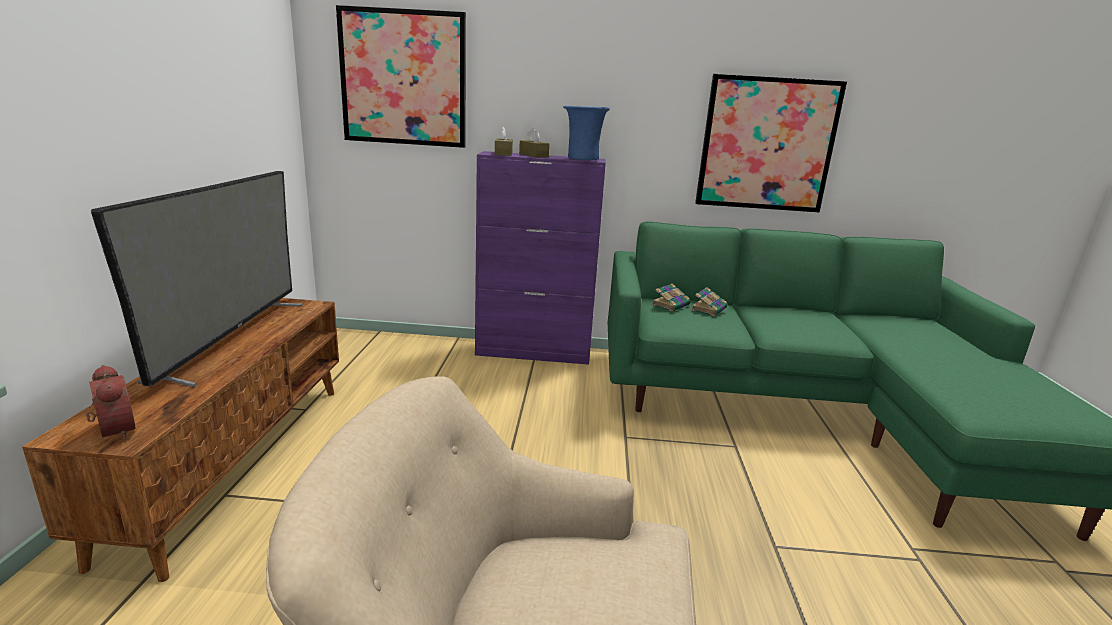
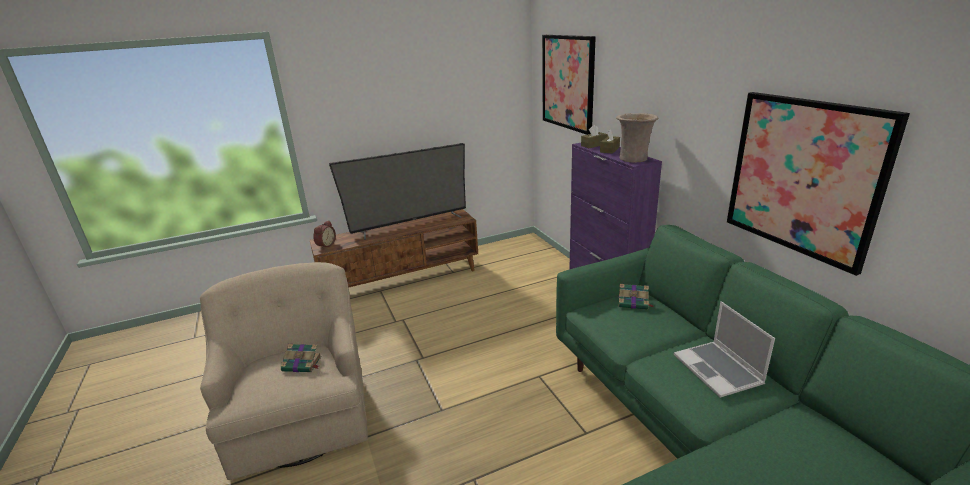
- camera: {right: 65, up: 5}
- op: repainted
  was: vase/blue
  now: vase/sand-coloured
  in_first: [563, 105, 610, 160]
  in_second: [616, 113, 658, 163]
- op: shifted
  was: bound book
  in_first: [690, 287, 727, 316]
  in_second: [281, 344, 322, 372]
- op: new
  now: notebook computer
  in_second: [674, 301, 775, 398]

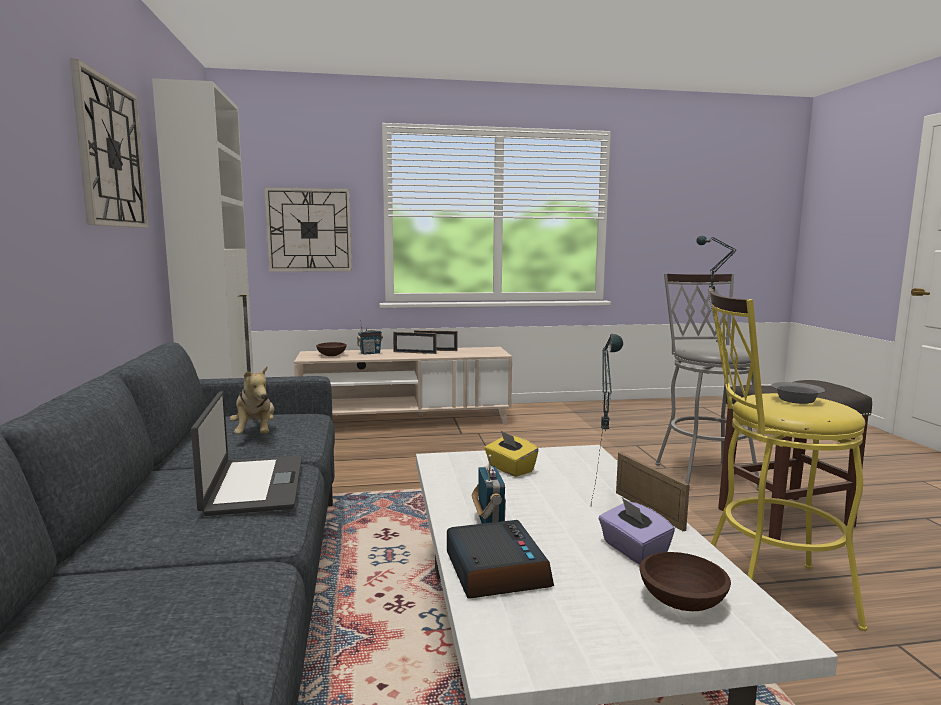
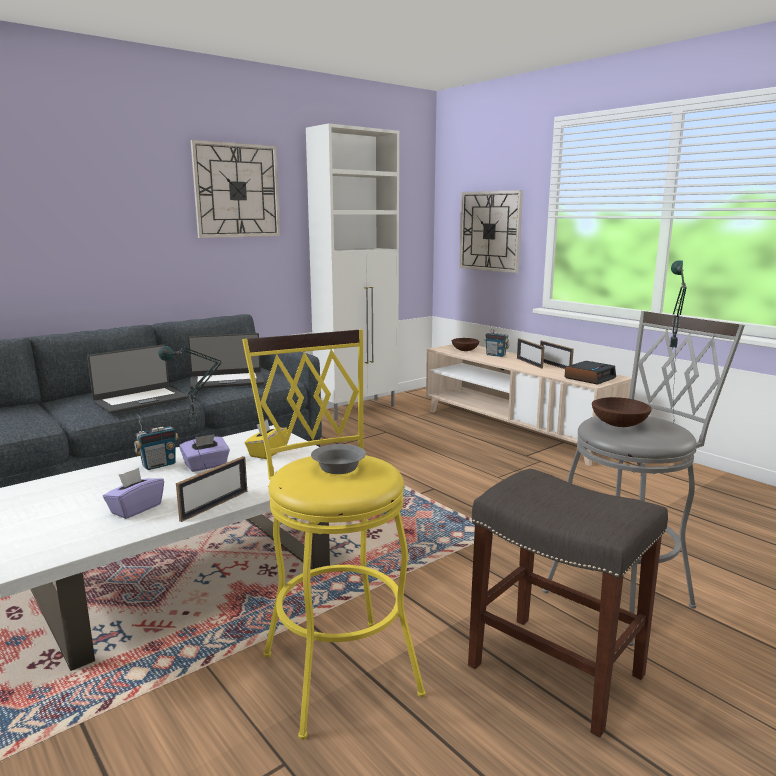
- camera: {right: 60, up: 5}
- op: swapped
  was: cuddly toy
  now: notebook computer
  in_first: [230, 366, 274, 434]
  in_second: [188, 333, 264, 389]
- op: shifted
  was: table clock
  in_first: [447, 520, 554, 598]
  in_second: [565, 361, 616, 385]
- op: shifted
  was: deep dish/brownish
  in_first: [639, 552, 731, 611]
  in_second: [592, 397, 652, 427]
- op: new
  now: tissue box/purplish
  in_second: [179, 434, 230, 472]

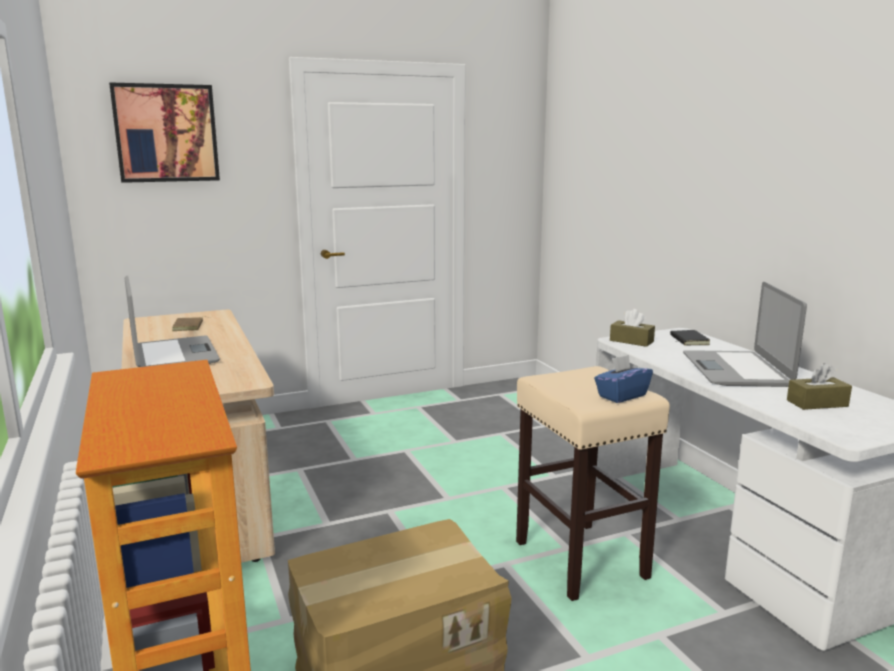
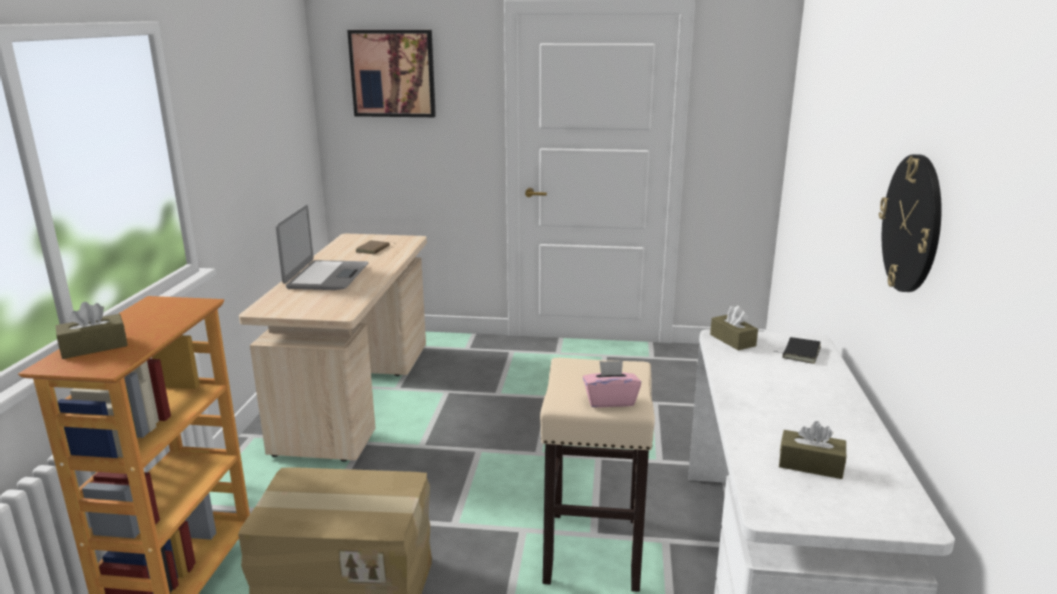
- camera: {right: 30, up: 5}
- op: repainted
  was: tissue box/blue
  now: tissue box/pink
  in_first: [594, 355, 653, 403]
  in_second: [583, 361, 641, 408]
- op: gone
  was: notebook computer
  in_first: [683, 282, 807, 387]
- op: new
  now: tissue box/brownish
  in_second: [55, 302, 128, 359]
- op: new
  now: wall clock
  in_second: [879, 154, 942, 292]

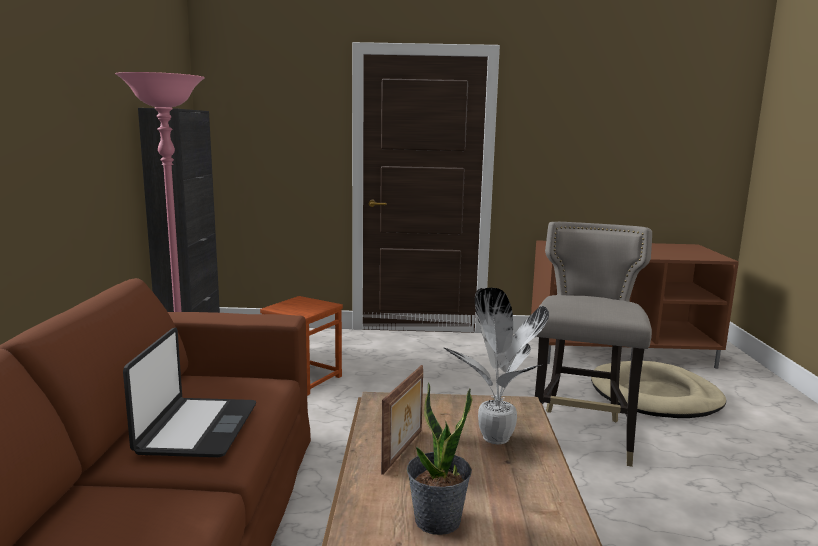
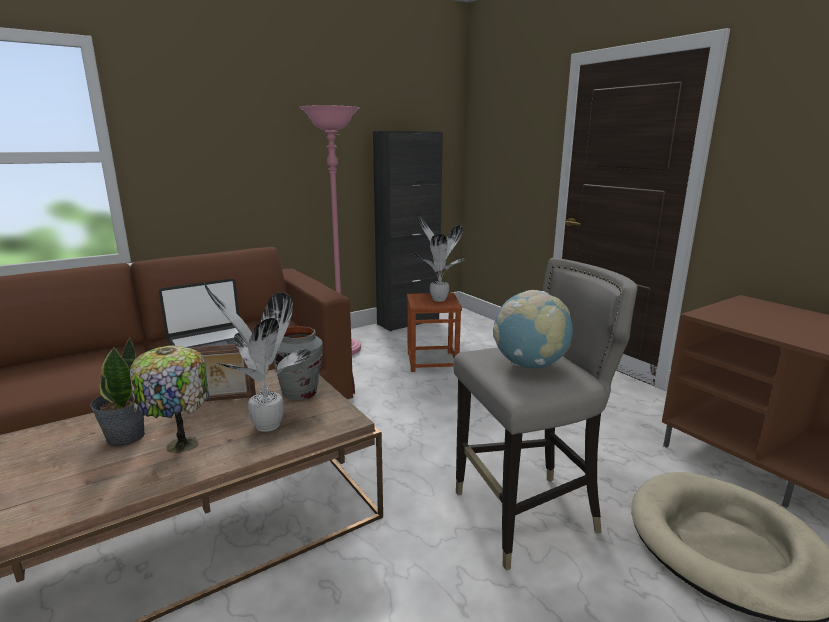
- camera: {right: 55, up: 5}
- op: new
  now: lamp for a table
  in_second: [130, 345, 209, 453]
- op: new
  now: vase/grey
  in_second: [274, 326, 323, 400]
- op: new
  now: potted plant
  in_second: [414, 214, 464, 302]
- op: new
  now: desk globe
  in_second: [493, 290, 573, 368]

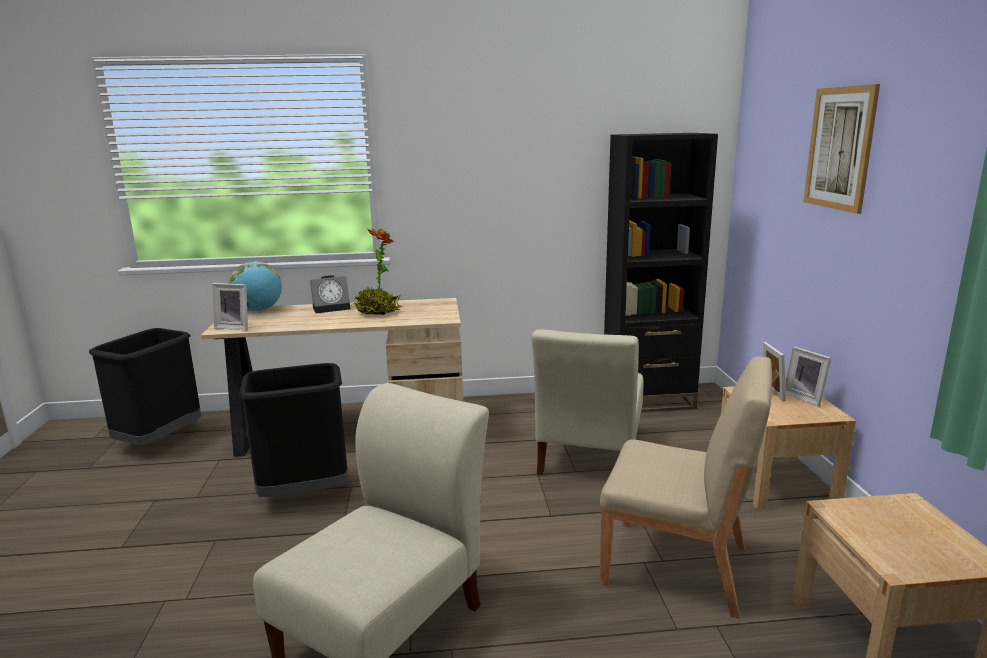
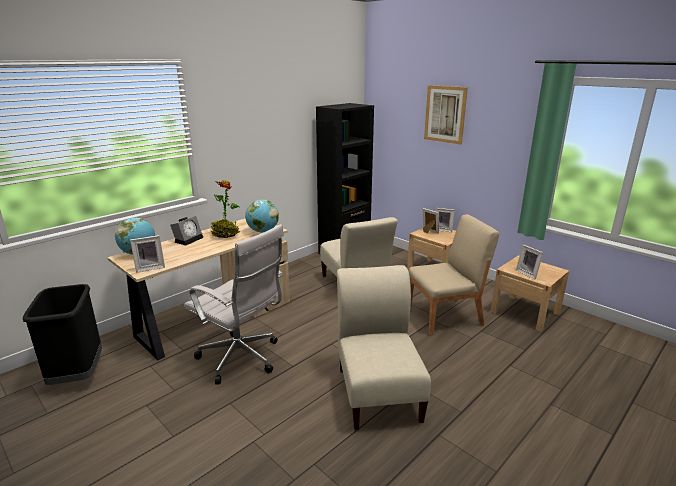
- camera: {right: -40, up: 5}
- op: swapped
  was: trash can/black
  now: office chair/white-coloured
  in_first: [239, 363, 348, 497]
  in_second: [184, 224, 284, 384]
- op: new
  now: desk globe
  in_second: [245, 199, 279, 233]
- op: new
  now: photo frame
  in_second: [516, 244, 543, 280]

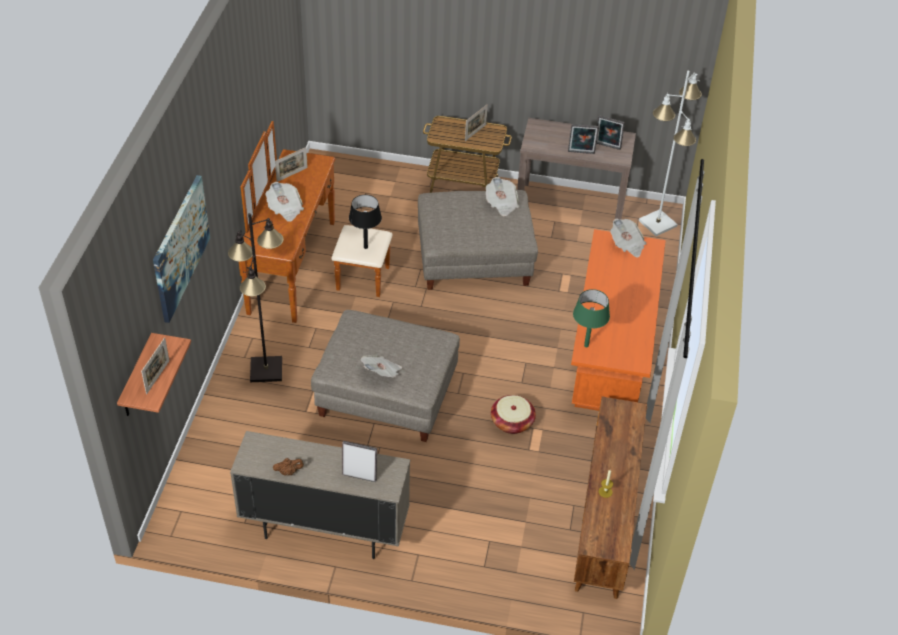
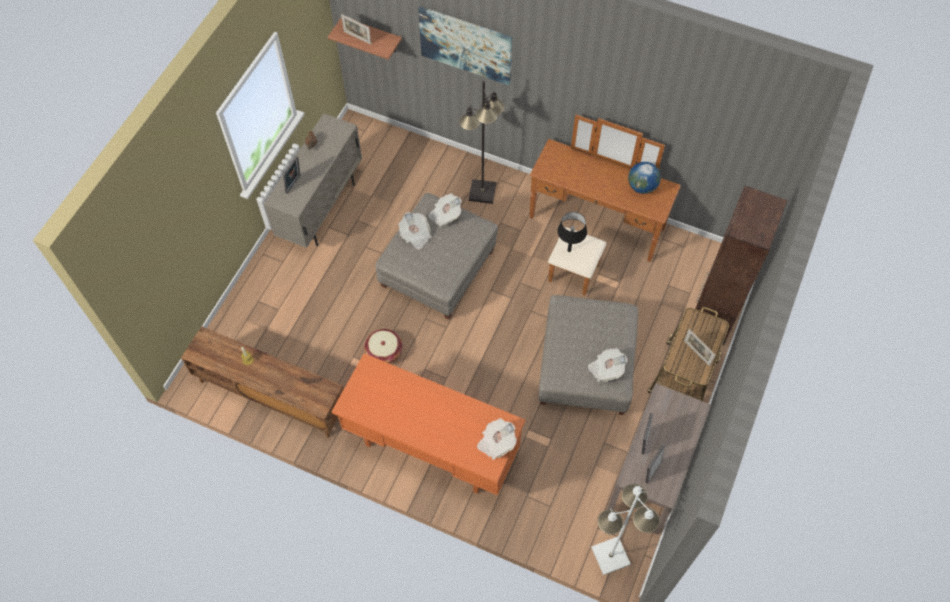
- camera: {right: 105, up: 15}
- op: shifted
  was: printed paper
  in_first: [265, 182, 304, 222]
  in_second: [428, 193, 462, 227]
- op: swapped
  was: photo frame
  now: desk globe
  in_first: [275, 147, 308, 182]
  in_second: [628, 162, 661, 194]
- op: gone
  was: lamp for a table/greenish
  in_first: [573, 289, 610, 347]
- op: new
  now: shelving unit/brownish
  in_second: [689, 186, 788, 346]

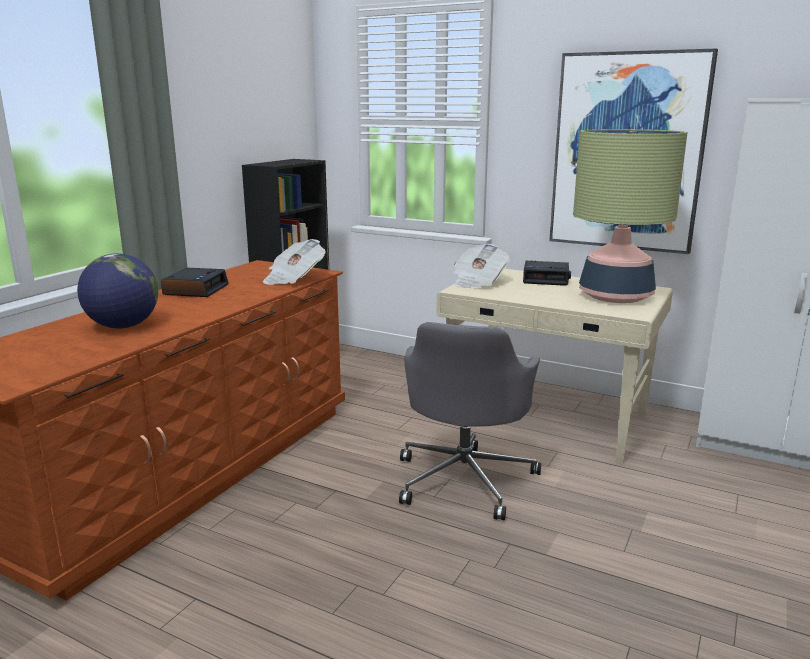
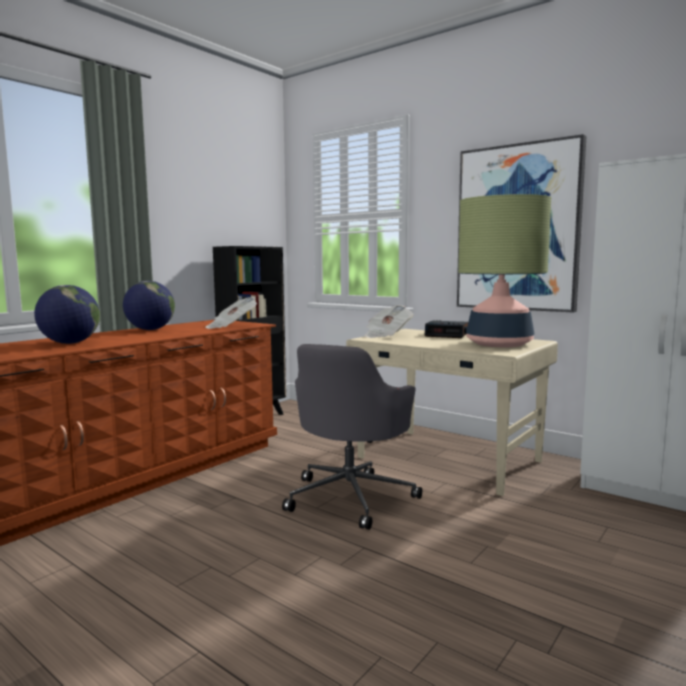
- camera: {right: 10, up: -10}
- op: swapped
  was: table clock
  now: desk globe
  in_first: [161, 268, 229, 297]
  in_second: [123, 281, 175, 330]

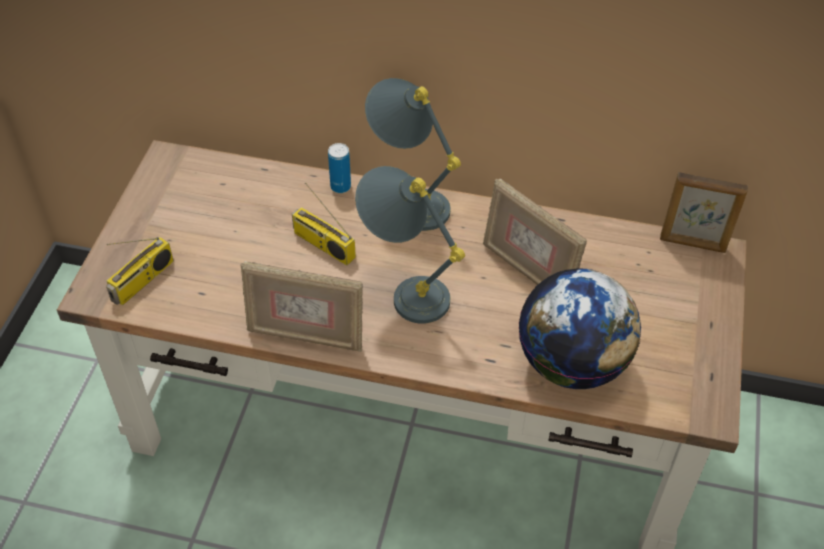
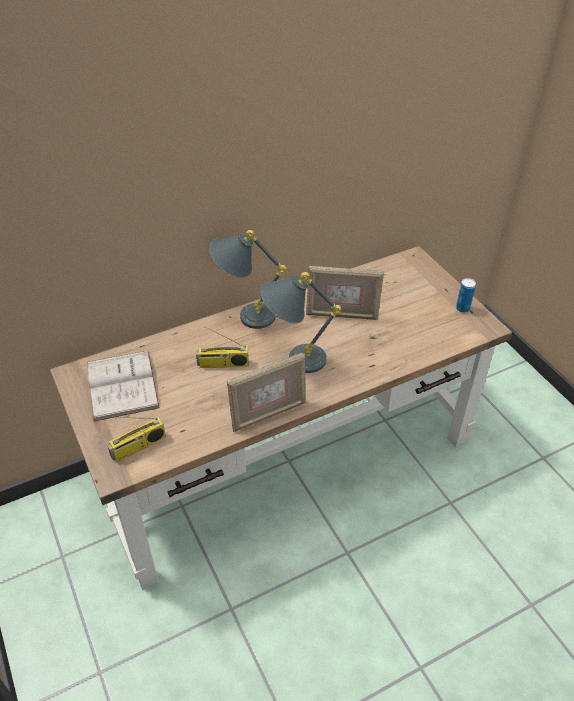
- camera: {right: -40, up: -5}
- op: rotated
  was: radio set
  in_first: [106, 237, 174, 305]
  in_second: [108, 416, 166, 462]
  clockwise: 60
- op: shifted
  was: metal can
  in_first: [328, 143, 351, 193]
  in_second: [456, 278, 476, 313]
- op: gone
  was: desk globe
  in_first: [519, 269, 641, 389]
- op: gone
  was: photo frame
  in_first: [660, 172, 748, 253]
- op: new
  now: bound book/white-coloured
  in_second: [87, 351, 160, 421]

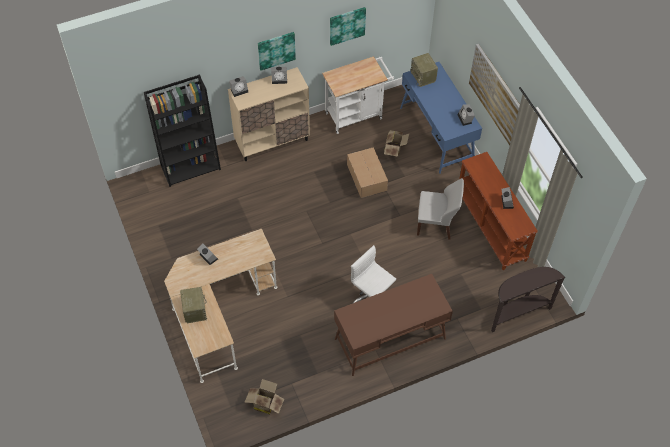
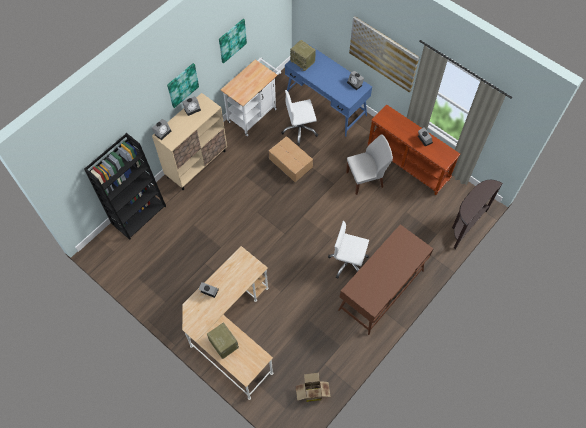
- camera: {right: -25, up: 5}
- op: swapped
  was: packing box
  now: office chair/white-coloured
  in_first: [384, 130, 409, 157]
  in_second: [281, 90, 318, 146]

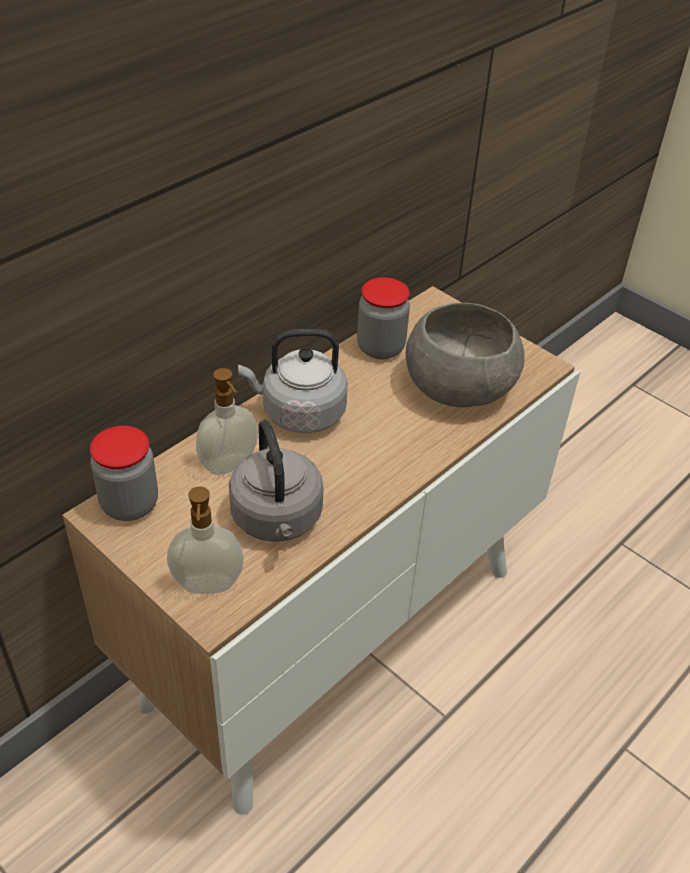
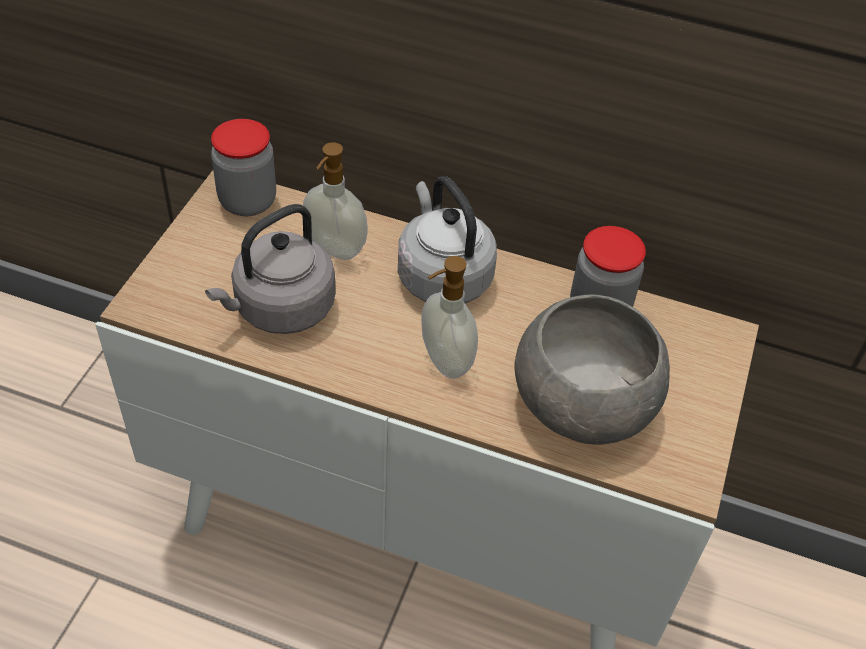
- camera: {right: 65, up: 5}
- op: shifted
  was: soap bottle
  in_first: [167, 486, 244, 594]
  in_second: [421, 256, 478, 378]

